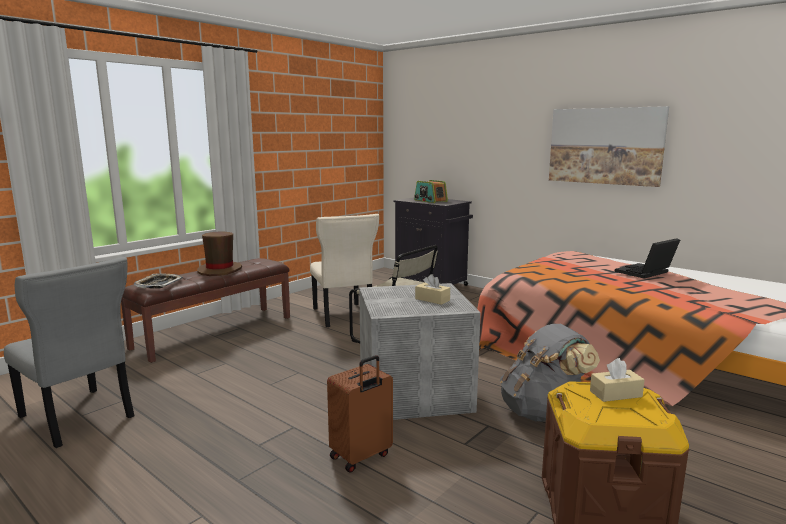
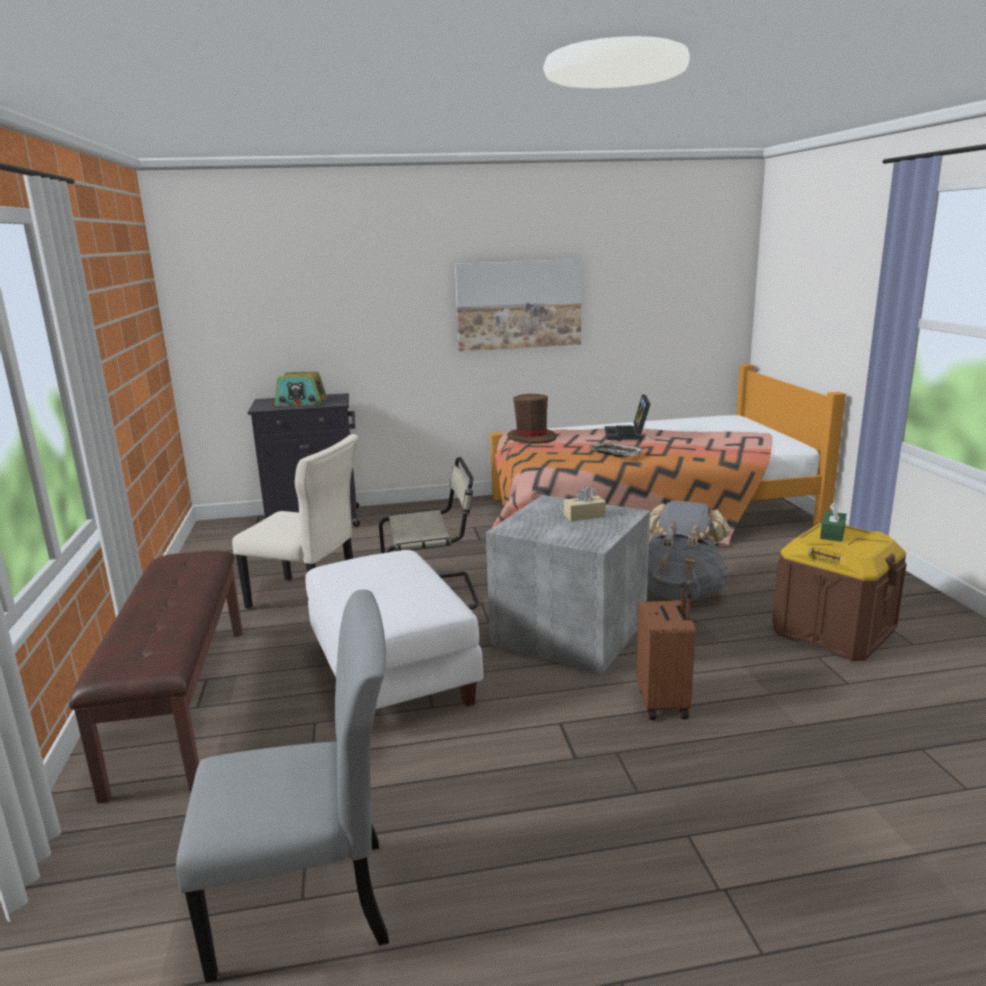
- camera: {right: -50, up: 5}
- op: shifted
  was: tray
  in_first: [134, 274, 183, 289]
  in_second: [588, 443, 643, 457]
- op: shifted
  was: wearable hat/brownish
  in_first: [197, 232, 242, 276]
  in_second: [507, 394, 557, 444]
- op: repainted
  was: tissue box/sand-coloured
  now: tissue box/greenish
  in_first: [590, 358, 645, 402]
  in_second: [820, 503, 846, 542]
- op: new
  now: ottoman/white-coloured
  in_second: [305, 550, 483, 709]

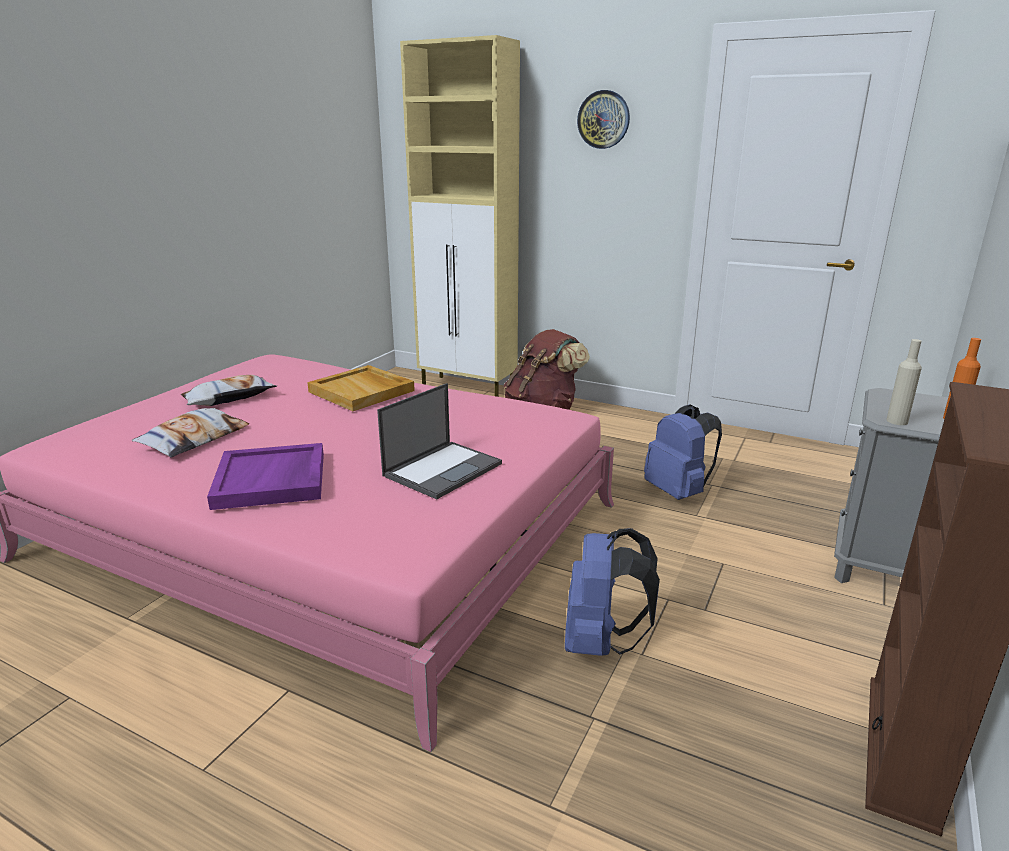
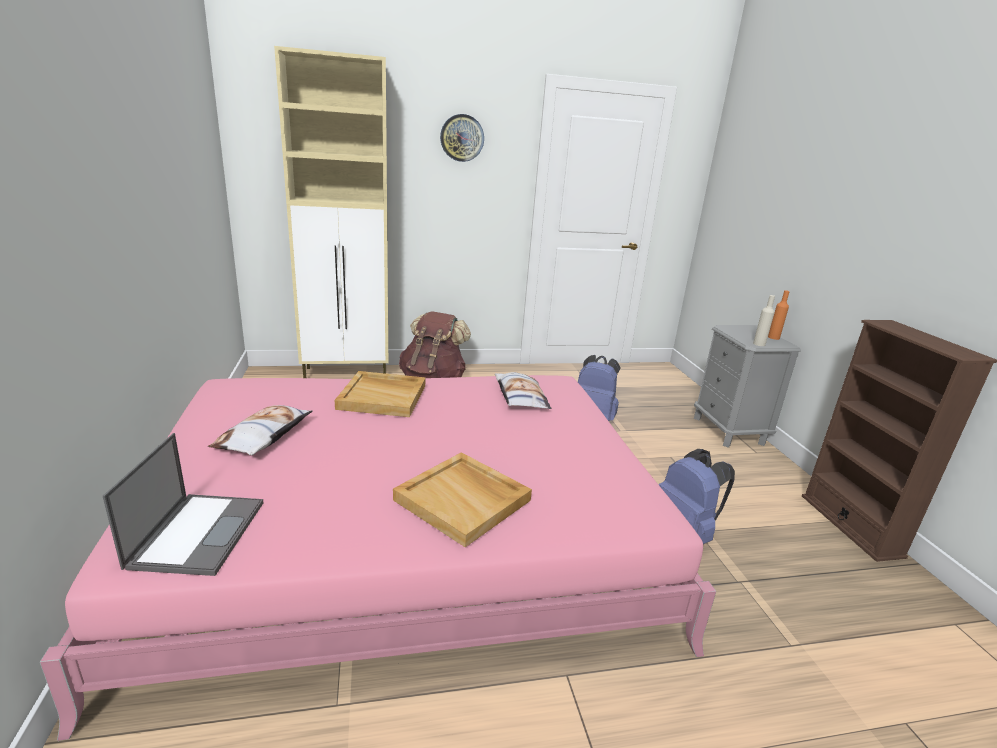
- camera: {right: -40, up: 0}
- op: shifted
  was: pillow
  in_first: [131, 408, 249, 458]
  in_second: [495, 372, 551, 409]
- op: repainted
  was: tray/purplish
  now: tray/sand-coloured
  in_first: [207, 443, 324, 510]
  in_second: [393, 452, 532, 547]
- op: shifted
  was: notebook computer
  in_first: [377, 383, 502, 499]
  in_second: [103, 433, 263, 576]

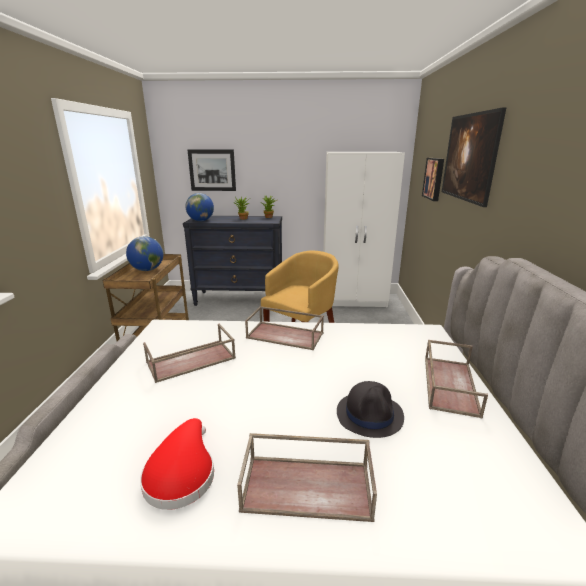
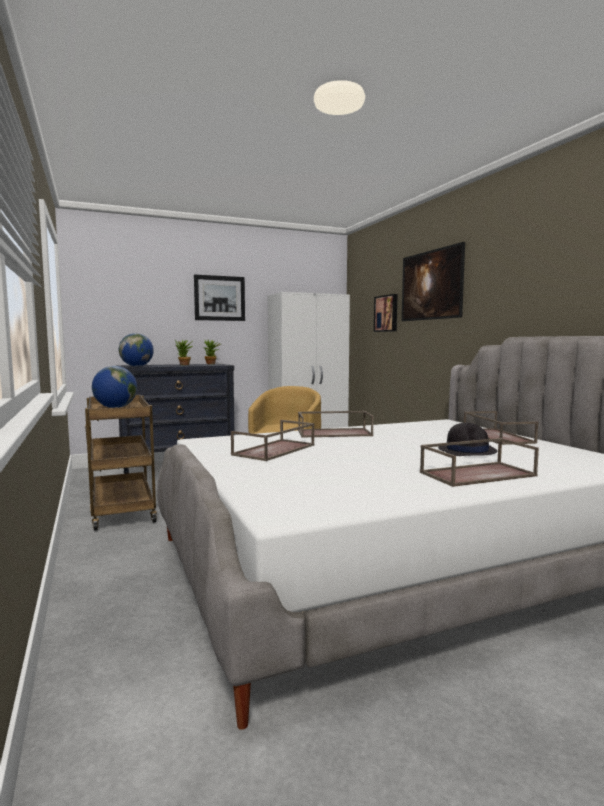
- camera: {right: -25, up: -15}
- op: gone
  was: wearable hat/red
  in_first: [140, 418, 214, 510]
- op: shifted
  was: wall art
  in_first: [187, 149, 236, 191]
  in_second: [194, 274, 245, 321]

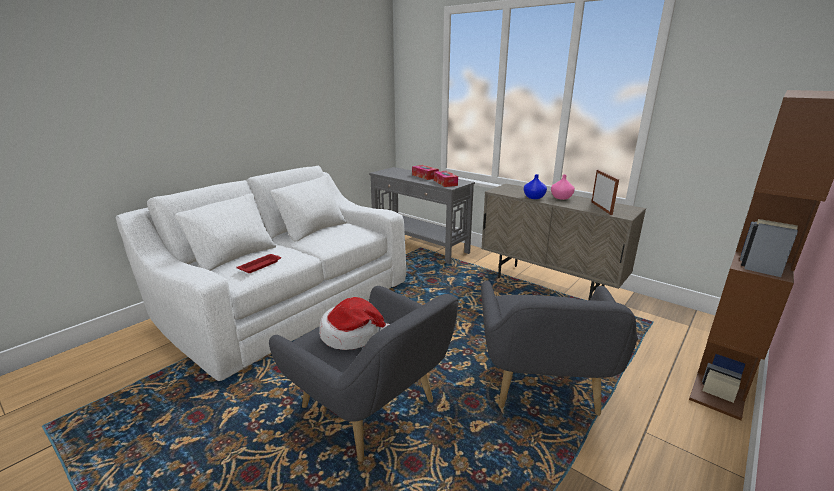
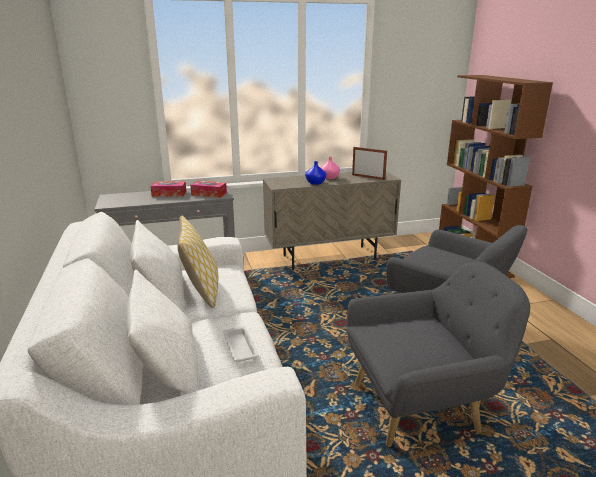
- camera: {right: -55, up: 0}
- op: repainted
  was: tray/red
  now: tray/white-coloured
  in_first: [237, 254, 281, 273]
  in_second: [223, 326, 259, 362]
- op: gone
  was: wearable hat
  in_first: [319, 297, 390, 350]
- op: new
  now: pillow
  in_second: [177, 216, 219, 308]

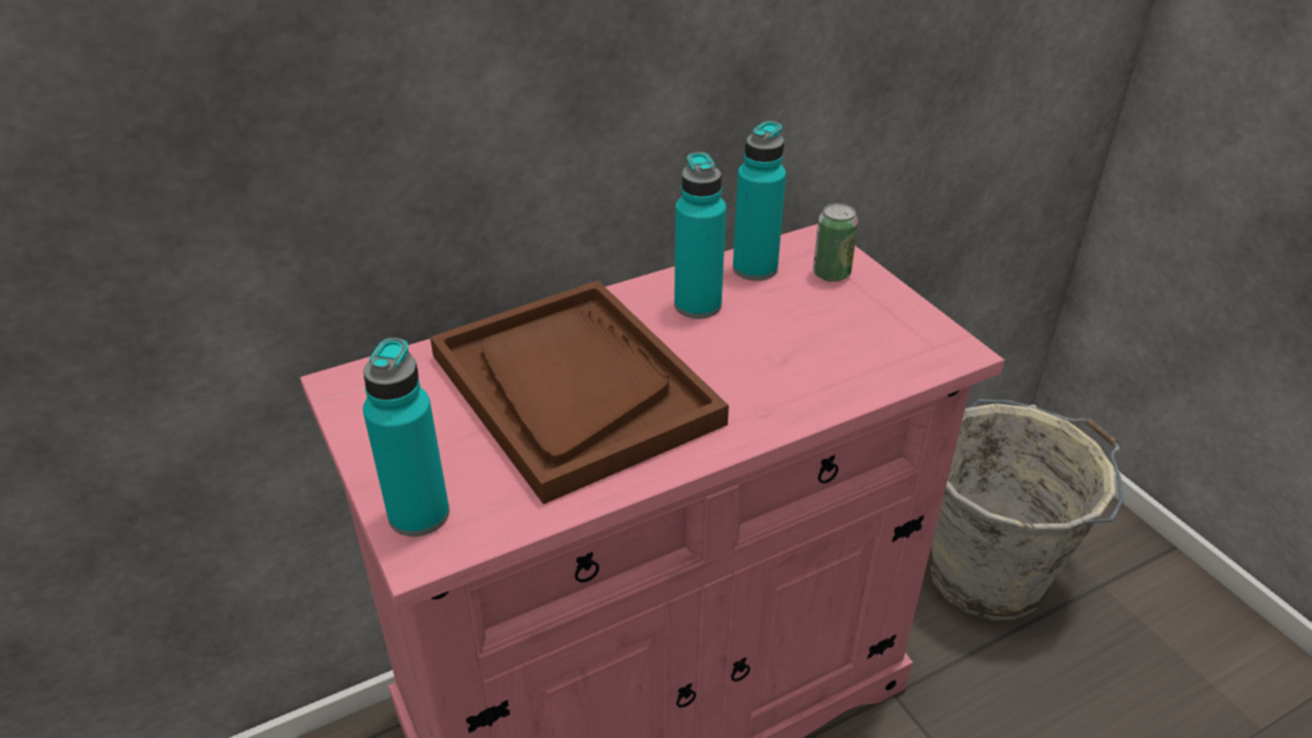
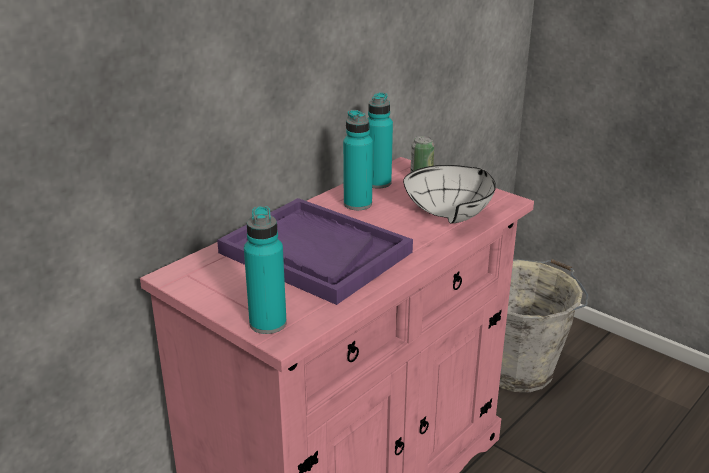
- camera: {right: -20, up: -10}
- op: repainted
  was: tray/brownish
  now: tray/purplish
  in_first: [430, 280, 729, 504]
  in_second: [217, 198, 413, 305]
- op: new
  now: deep dish/white-coloured
  in_second: [403, 165, 496, 224]

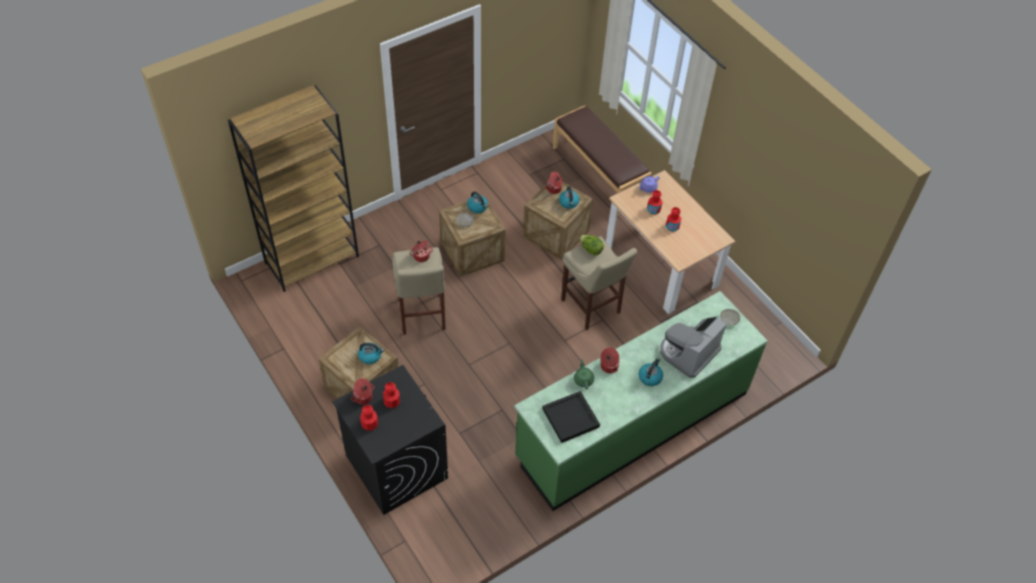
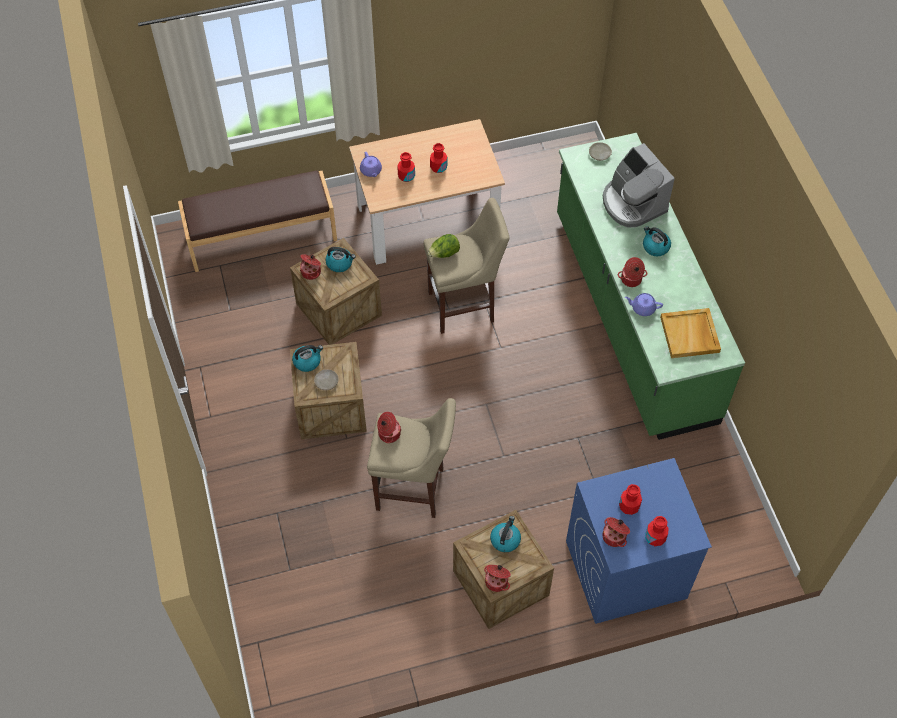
- camera: {right: -70, up: 5}
- op: gone
  was: shelving unit/brownish
  in_first: [228, 85, 359, 292]
- op: repainted
  was: laundry appliance/black
  now: laundry appliance/blue
  in_first: [332, 365, 448, 515]
  in_second: [566, 458, 712, 624]
- op: repainted
  was: tray/black
  now: tray/sand-coloured
  in_first: [542, 391, 600, 443]
  in_second: [660, 308, 721, 358]
- op: repainted
  was: teapot/greenish
  now: teapot/purplish
  in_first: [574, 359, 594, 390]
  in_second: [625, 293, 663, 316]
- op: new
  now: stockpot
  in_second: [484, 565, 511, 592]

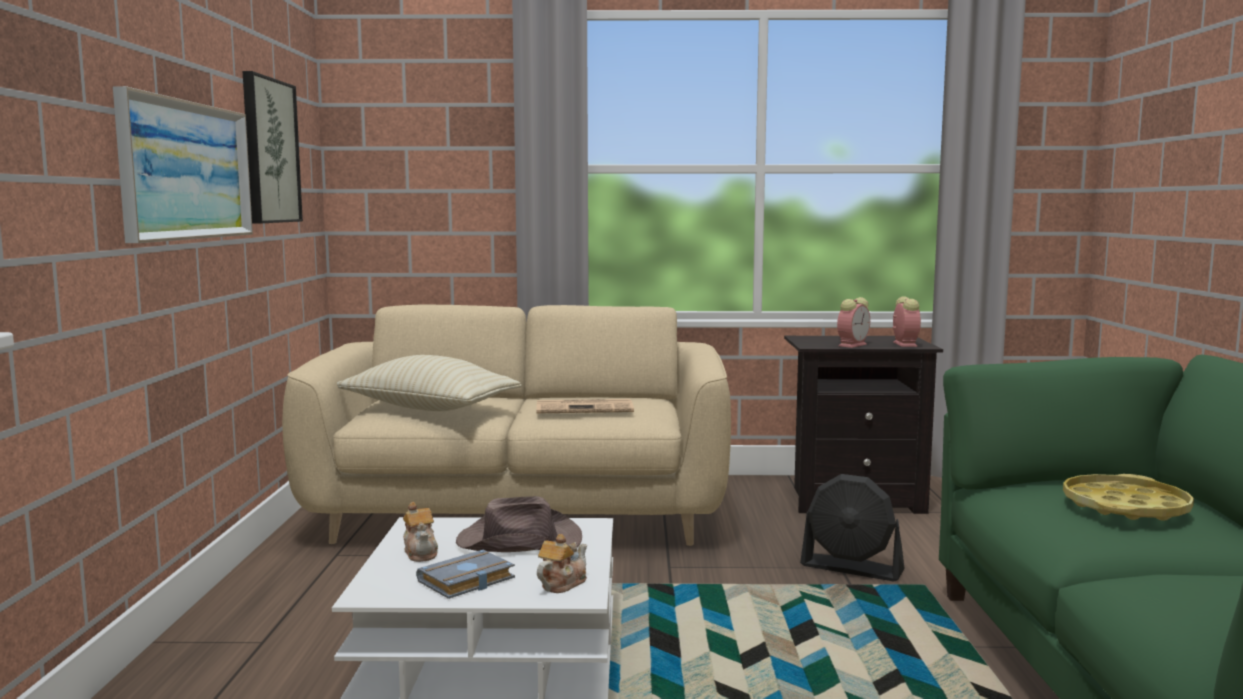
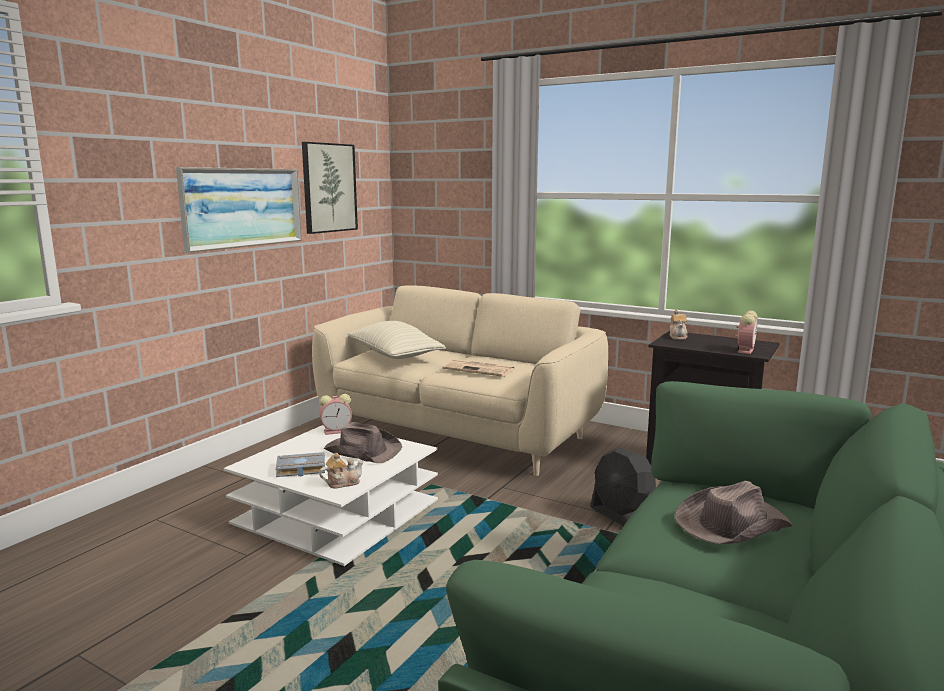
- camera: {right: 30, up: 5}
- op: shifted
  was: teapot
  in_first: [403, 502, 438, 562]
  in_second: [670, 310, 688, 340]
- op: shifted
  was: table clock
  in_first: [837, 297, 870, 348]
  in_second: [319, 394, 352, 435]
- op: swapped
  was: tray/yellow
  now: wearable hat/brownish
  in_first: [1063, 474, 1194, 521]
  in_second: [674, 481, 793, 544]

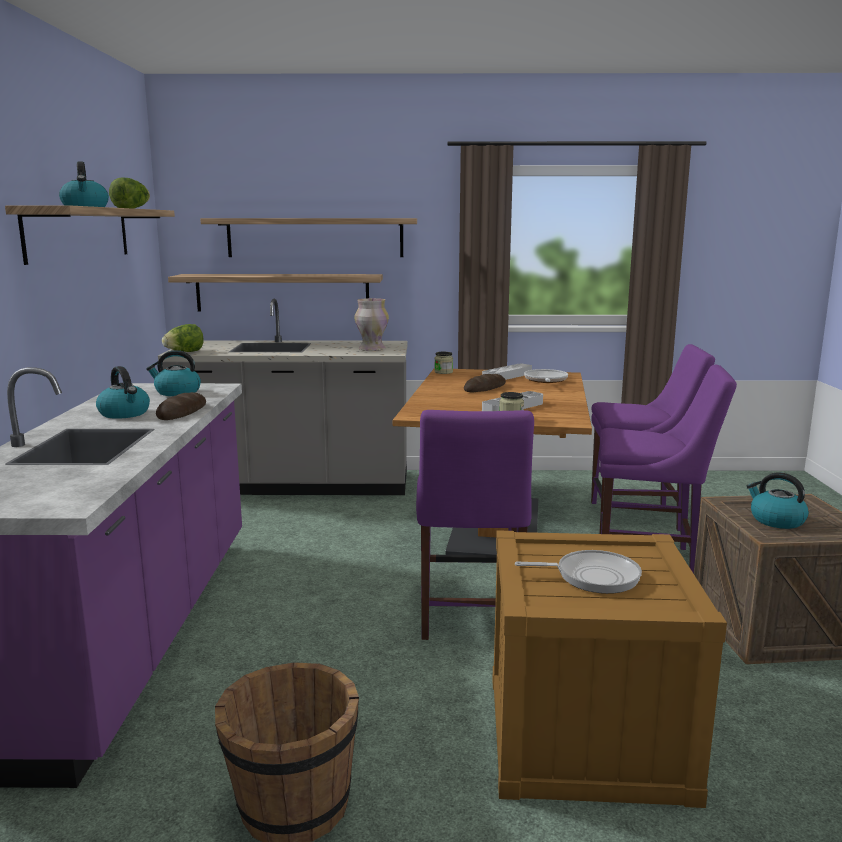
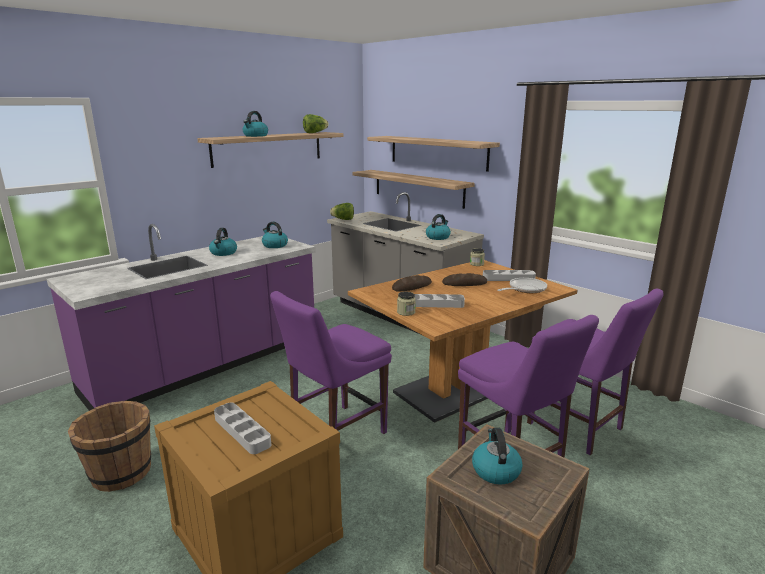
- camera: {right: 45, up: 5}
- op: shifted
  was: baked bread
  in_first: [156, 392, 206, 420]
  in_second: [392, 275, 432, 292]
- op: swapped
  was: vase
  now: tea kettle
  in_first: [354, 298, 389, 351]
  in_second: [426, 214, 451, 240]
- op: swapped
  was: skillet
  now: tray/grey
  in_first: [515, 550, 642, 594]
  in_second: [214, 403, 271, 454]

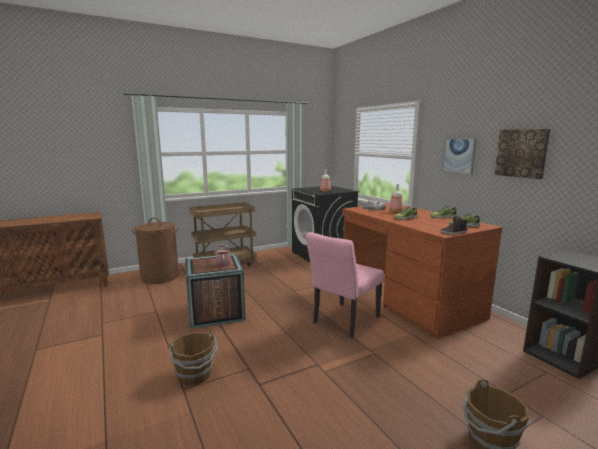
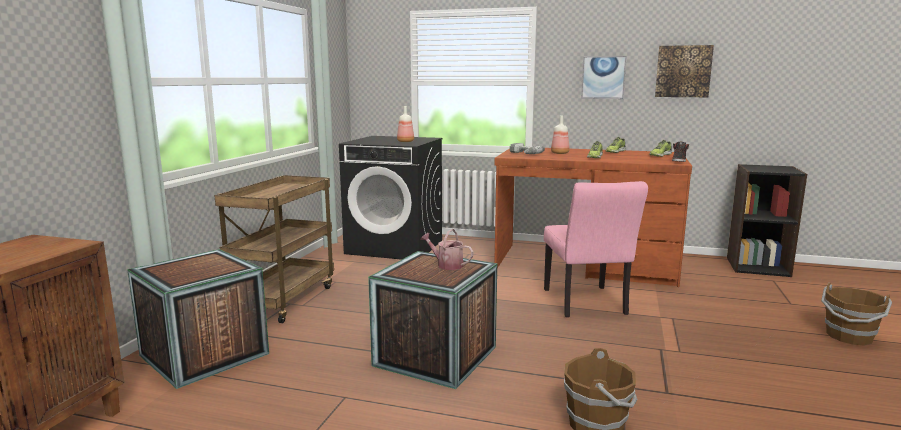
- camera: {right: -45, up: 0}
- op: swapped
  was: laundry basket/brownish
  now: packing crate
  in_first: [132, 218, 179, 284]
  in_second: [127, 249, 269, 389]

